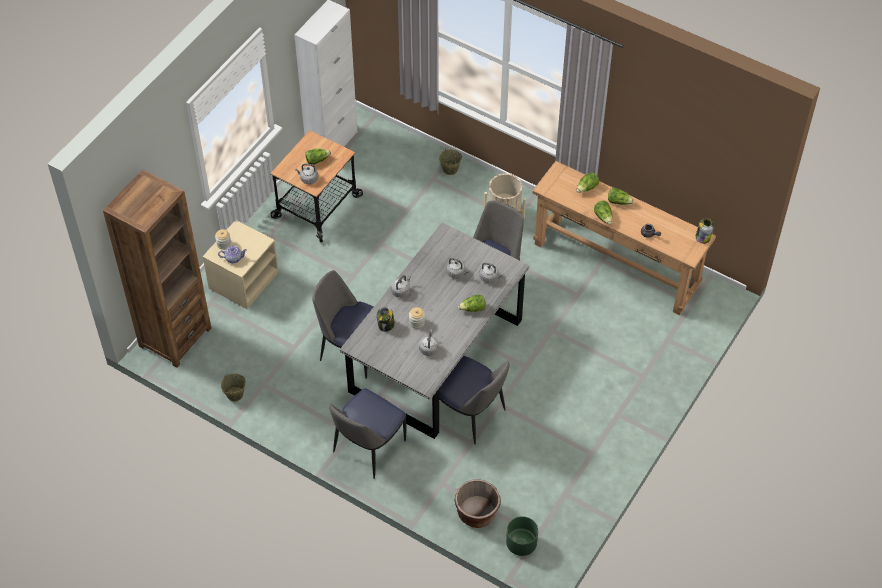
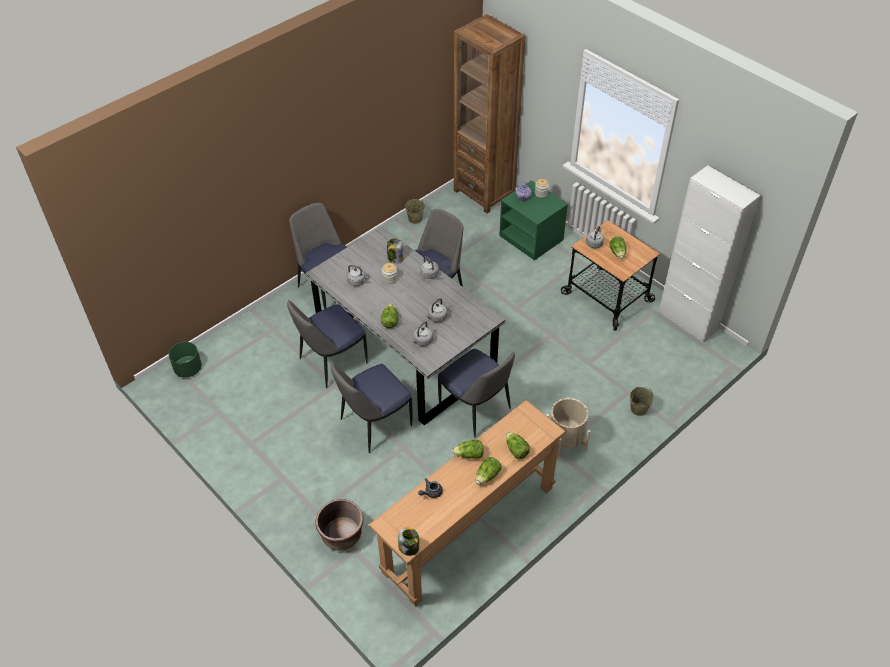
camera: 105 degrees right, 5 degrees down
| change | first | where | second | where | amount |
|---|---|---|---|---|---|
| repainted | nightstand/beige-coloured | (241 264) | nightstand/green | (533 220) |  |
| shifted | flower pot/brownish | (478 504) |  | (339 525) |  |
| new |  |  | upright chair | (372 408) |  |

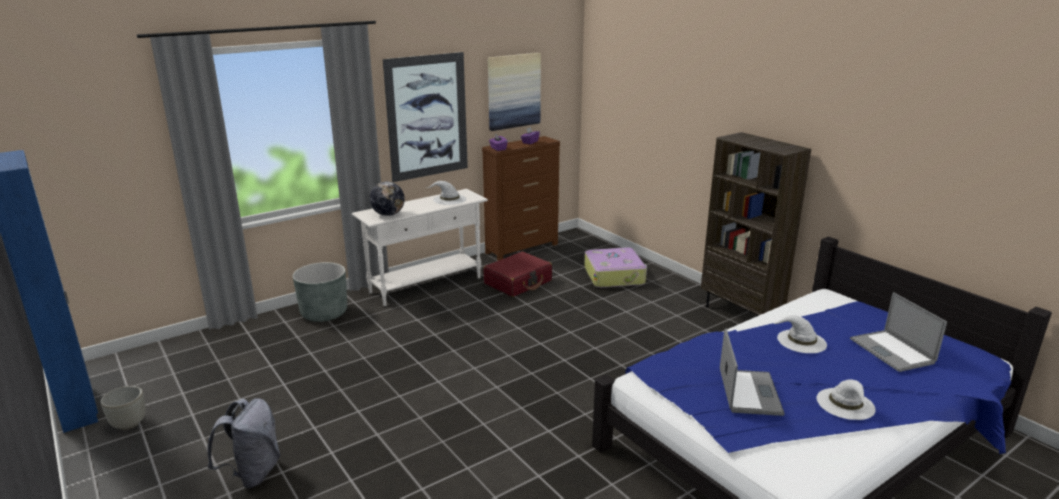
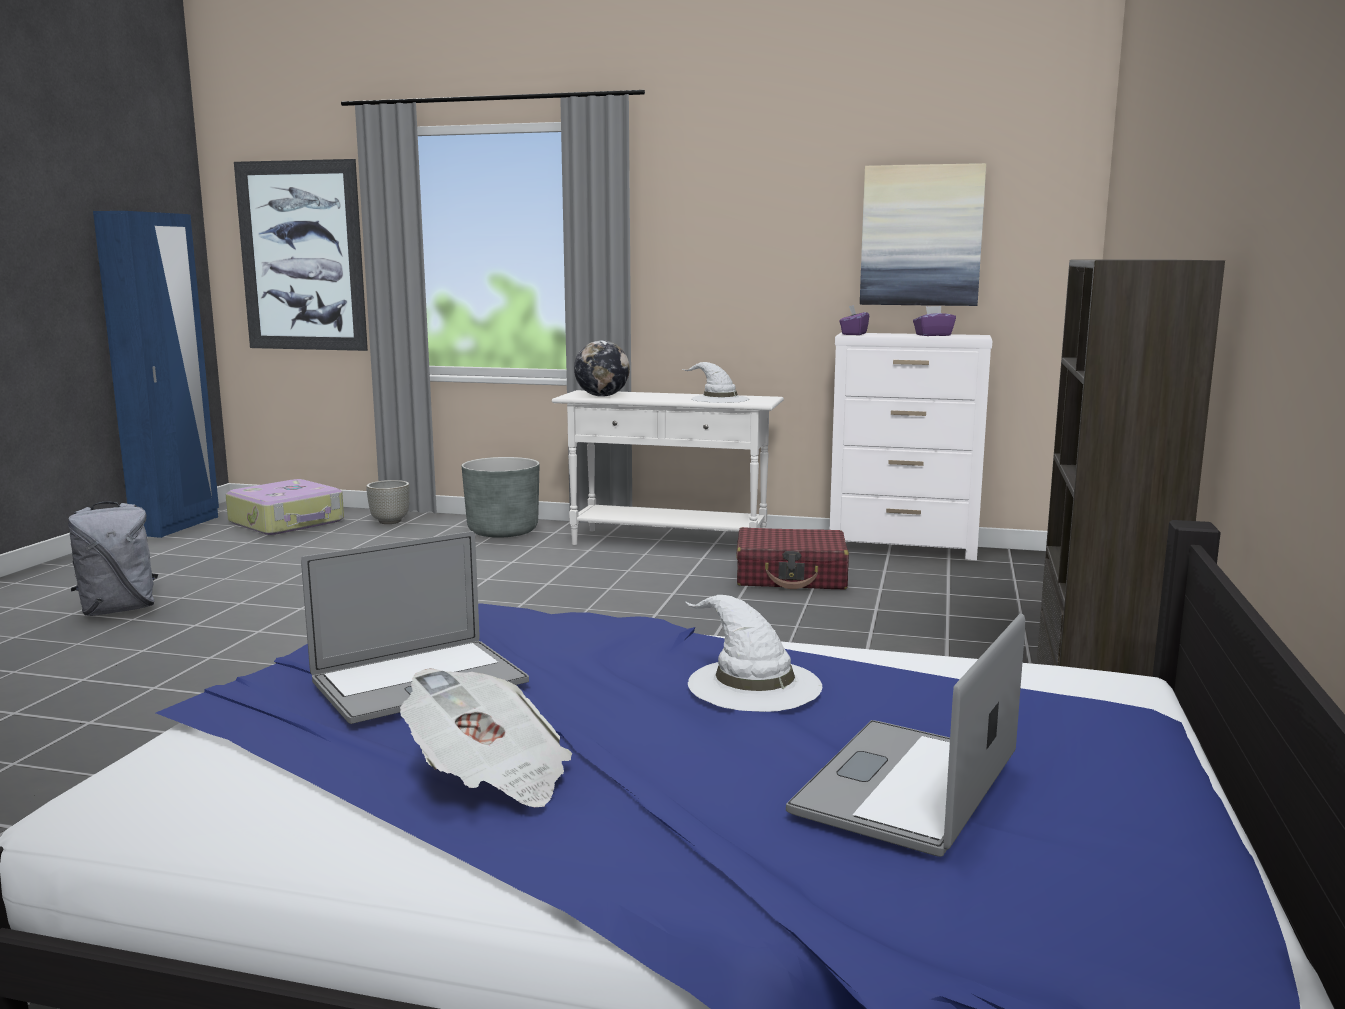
camera: 50 degrees right, 10 degrees down
| change | first | where | second | where | amount |
|---|---|---|---|---|---|
| shifted | flower pot/greyish | (123 408) |  | (388 502) |  |
| shifted | wall picture | (425 117) |  | (301 255) |  |
| repainted | dresser/brownish | (521 198) | dresser/whitish | (911 446) |  |
| shifted | travel case | (615 267) |  | (285 507) |  |
| swapped | clothing hat/whitish | (846 399) | daily paper | (486 737) |  |

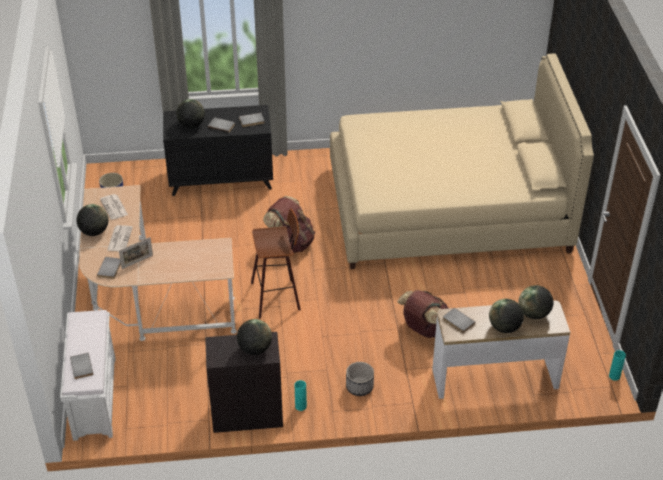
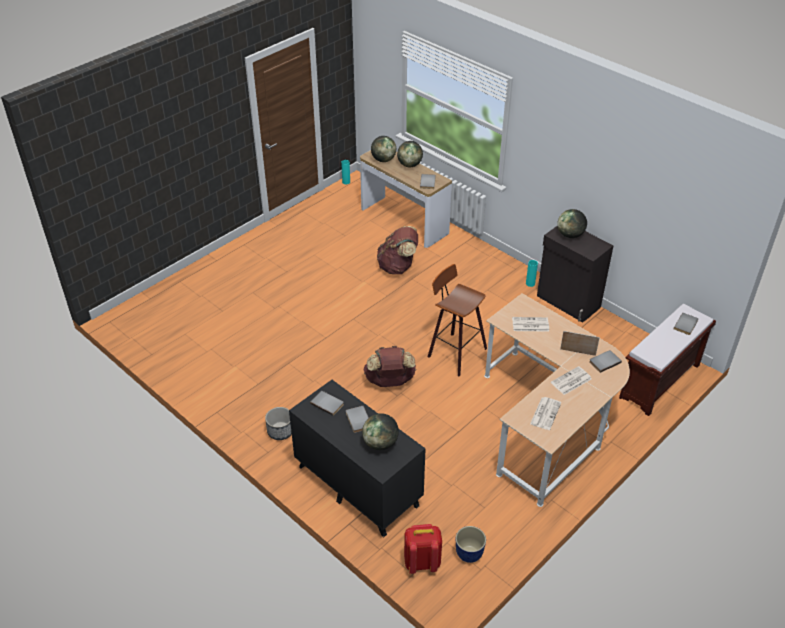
camera: 130 degrees left, 0 degrees up
| change | first | where | second | where | amount |
|---|---|---|---|---|---|
| repainted | indoor bench/whitish | (88 375) | indoor bench/brownish | (667 360) |  |
| gone | desk globe | (92 220) |  |  |  |
| gone | bed/beige-coloured | (462 161) |  |  |  |
| shifted | flower pot | (360 379) |  | (278 423) |  |
| new |  |  | backpack/red-coloured | (423 549) |  |
| new |  |  | daily paper | (530 324) |  |

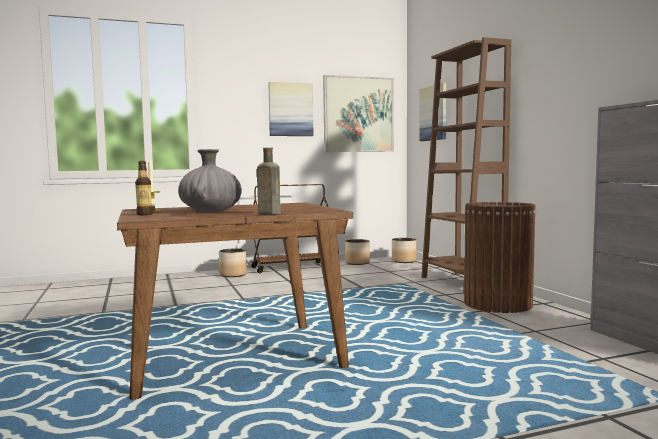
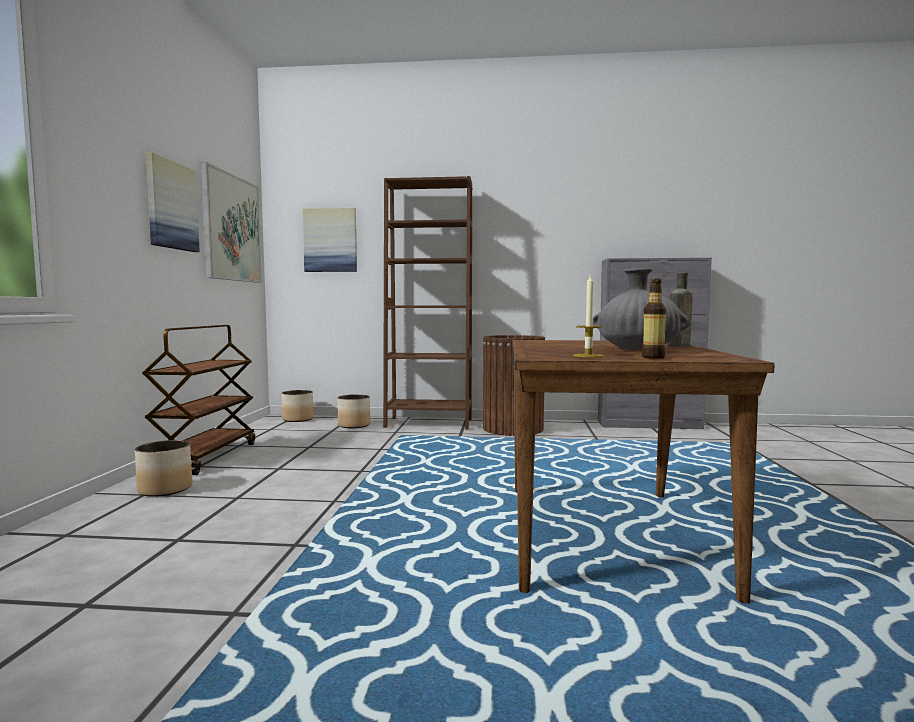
camera: 65 degrees left, 0 degrees up
| change | first | where | second | where | amount |
|---|---|---|---|---|---|
| shifted | flower pot | (357 252) |  | (354 411) |  |

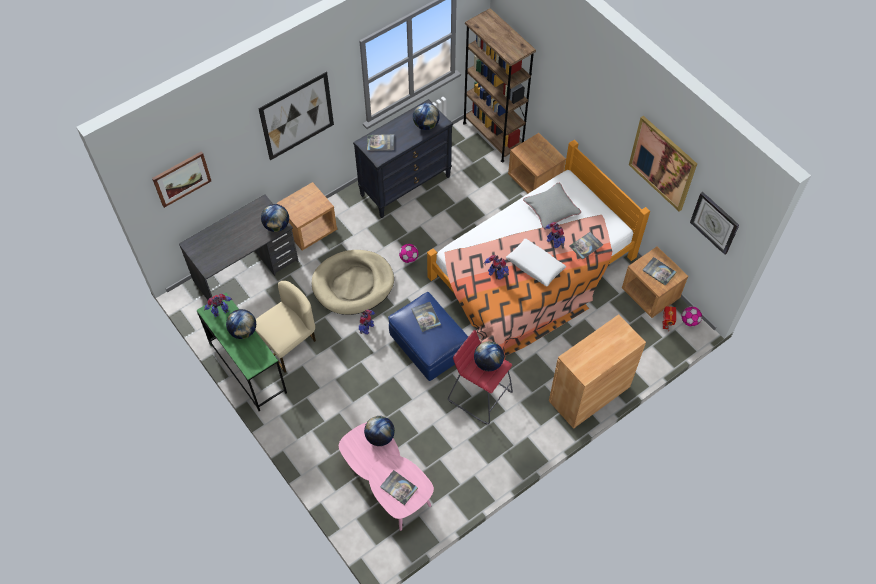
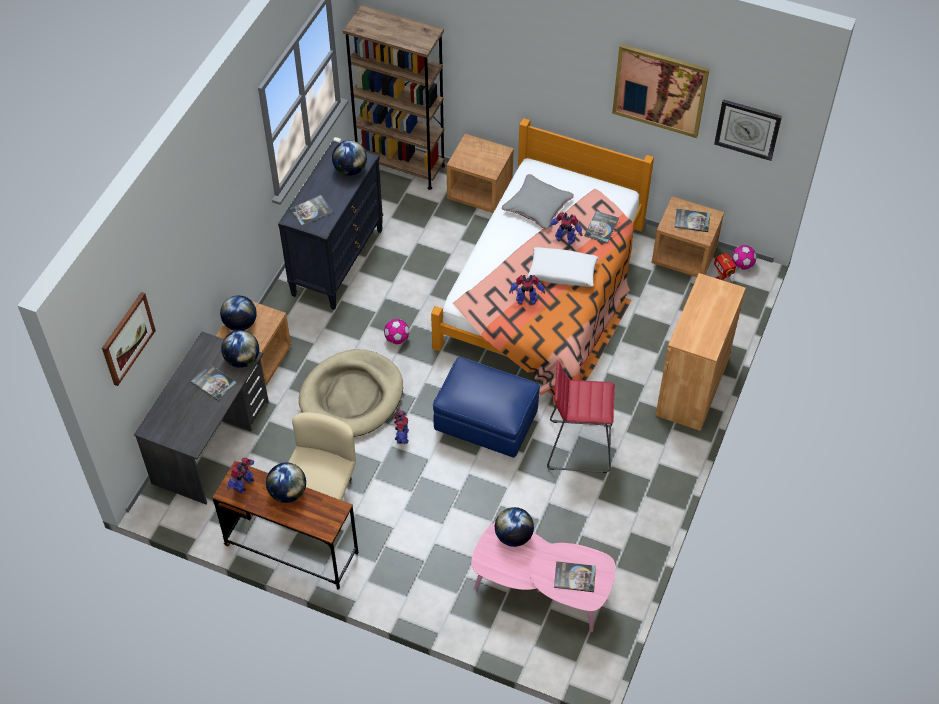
camera: 30 degrees left, 5 degrees down
| change | first | where | second | where | amount |
|---|---|---|---|---|---|
| repainted | desk table/green | (242 352) | desk table/brownish | (285 525) |  |
| gone | wall picture | (296 116) |  |  |  |
| shifted | book | (426 317) |  | (214 382) |  |
| shifted | desk globe | (489 356) |  | (238 313) |  |

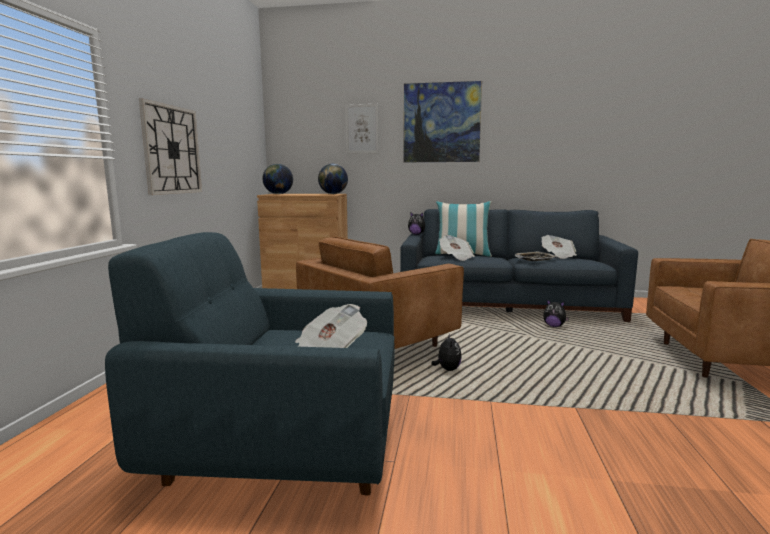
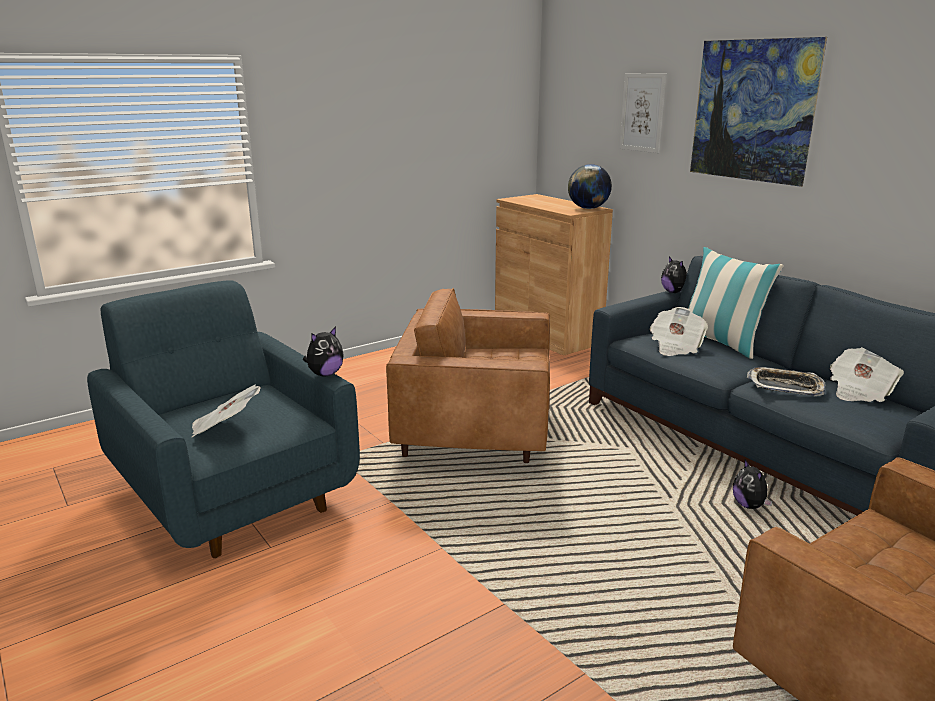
camera: 45 degrees right, 10 degrees up
| change | first | where | second | where | amount |
|---|---|---|---|---|---|
| gone | wall clock | (170 146) |  |  |  |
| gone | desk globe | (278 179) |  |  |  |
| shifted | cuddly toy | (446 352) |  | (323 352) |  |

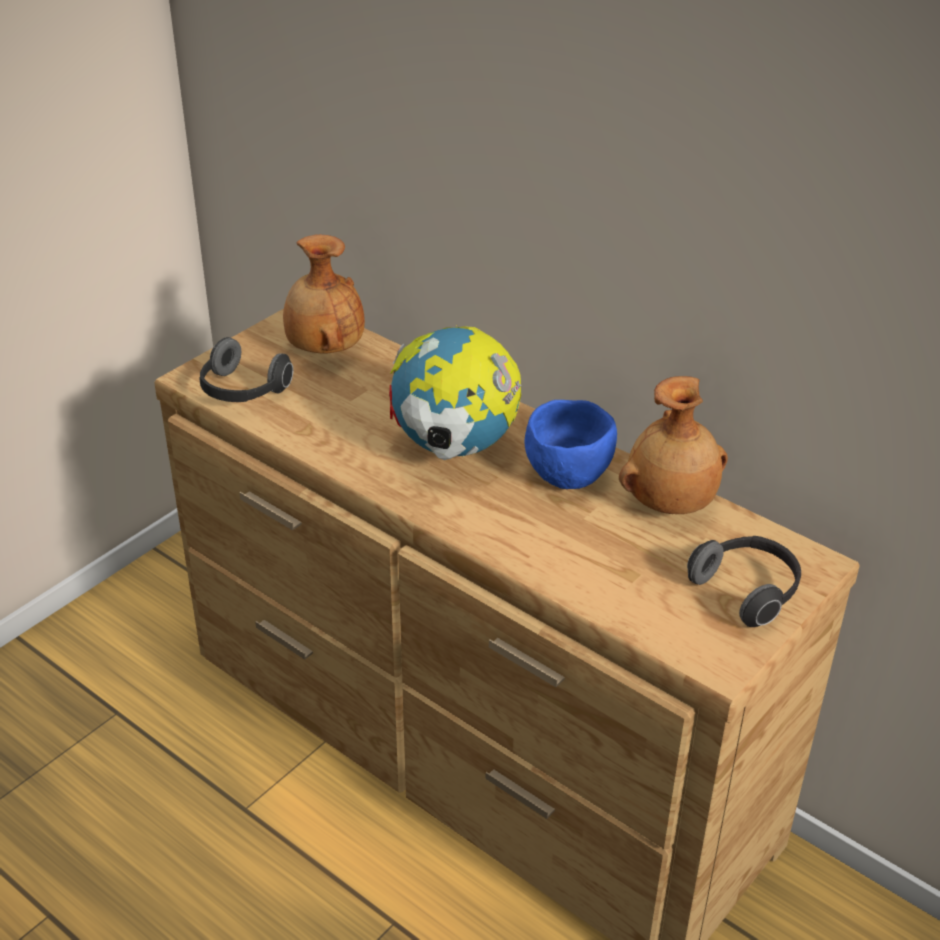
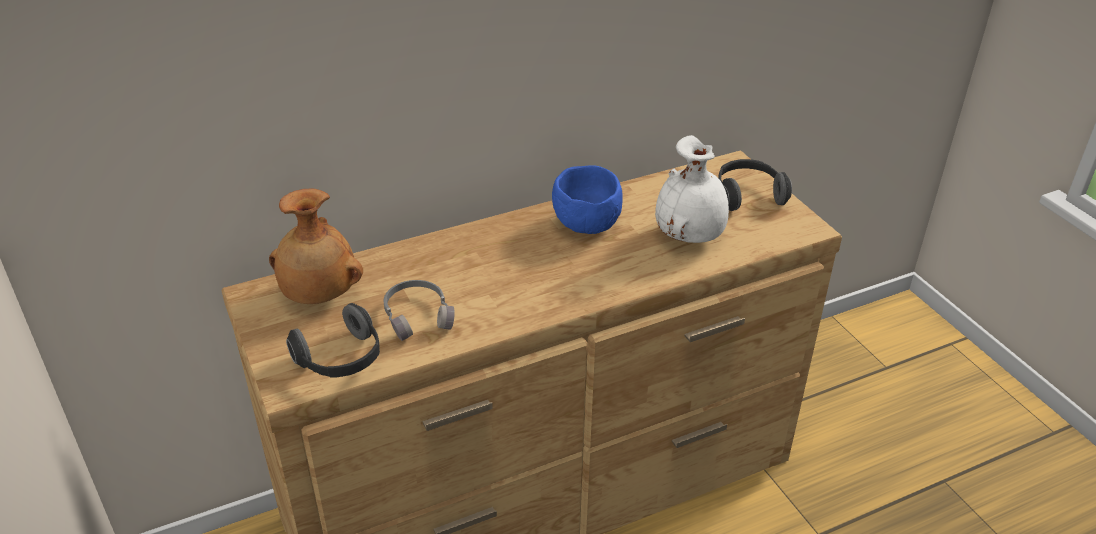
camera: 65 degrees left, 0 degrees up
| change | first | where | second | where | amount |
|---|---|---|---|---|---|
| gone | desk globe | (455 393) |  |  |  |
| gone | decorative vase/brownish | (673 445) |  |  |  |
| new |  |  | headphones/greyish | (419 310) |  |
| new |  |  | decorative vase/whitish | (692 189) |  |

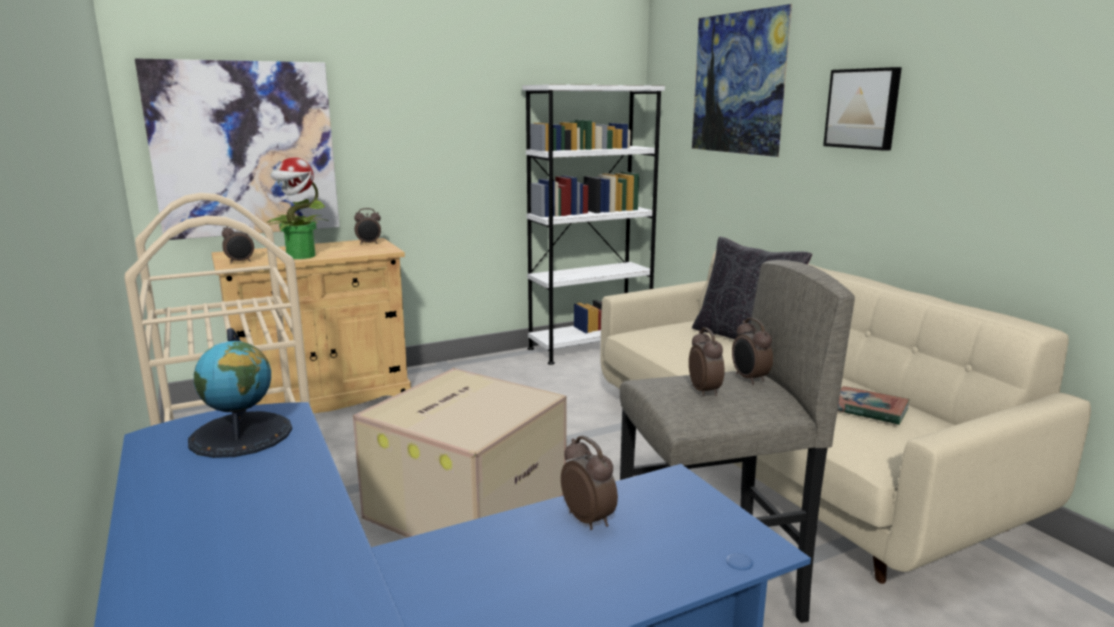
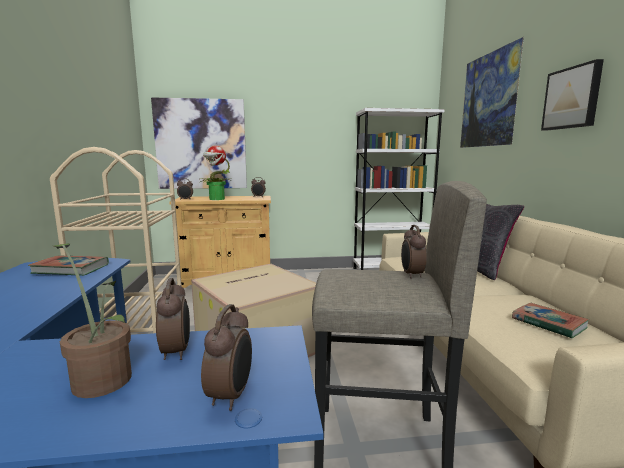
camera: 20 degrees right, 5 degrees down
| change | first | where | second | where | amount |
|---|---|---|---|---|---|
| swapped | desk globe | (240 393) | book | (68 265) |  |
| shifted | alarm clock | (707 361) |  | (226 357) |  |
| new |  |  | potted plant | (93 320) |  |

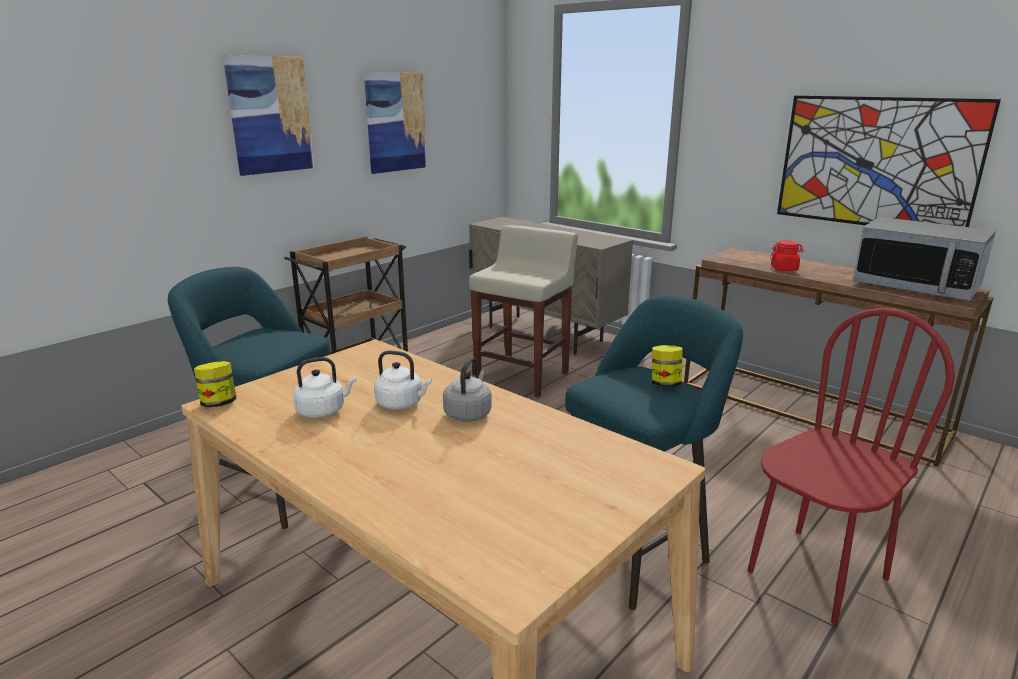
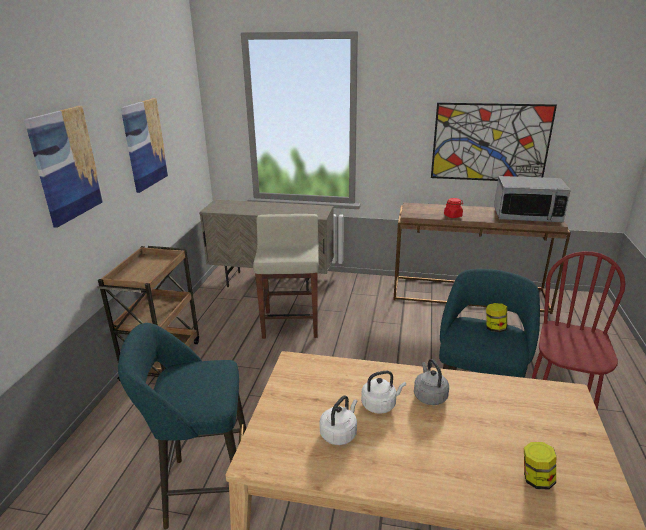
camera: 30 degrees left, 5 degrees up
| change | first | where | second | where | amount |
|---|---|---|---|---|---|
| shifted | storage jar | (215 384) |  | (540 465) |  |

